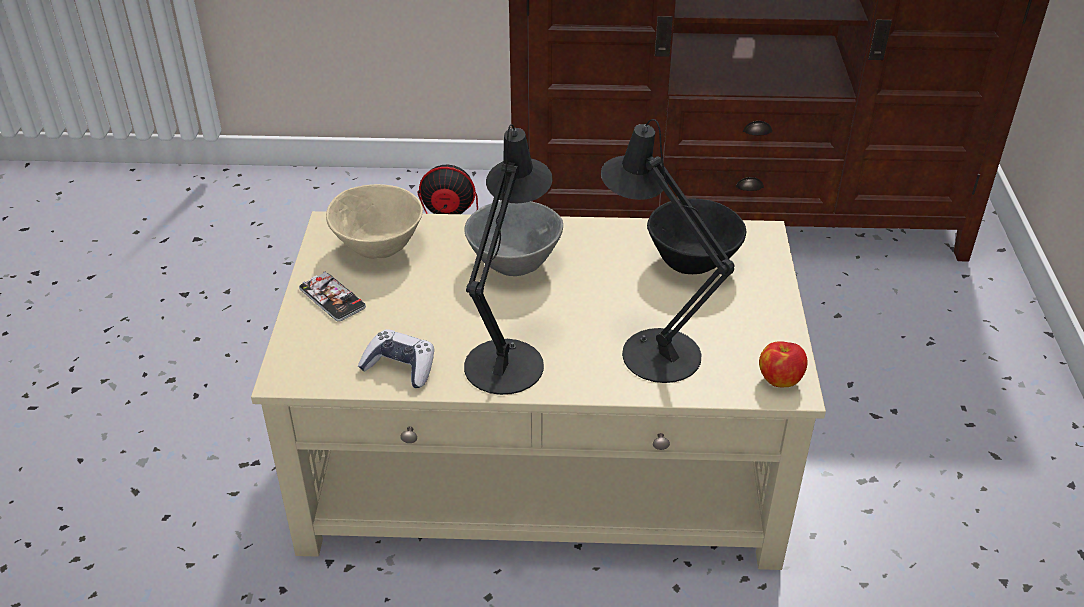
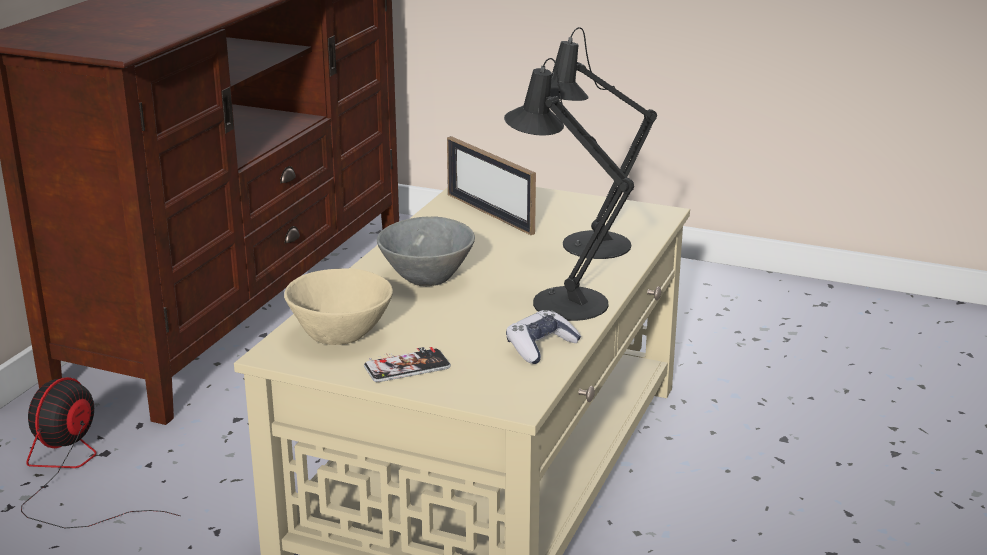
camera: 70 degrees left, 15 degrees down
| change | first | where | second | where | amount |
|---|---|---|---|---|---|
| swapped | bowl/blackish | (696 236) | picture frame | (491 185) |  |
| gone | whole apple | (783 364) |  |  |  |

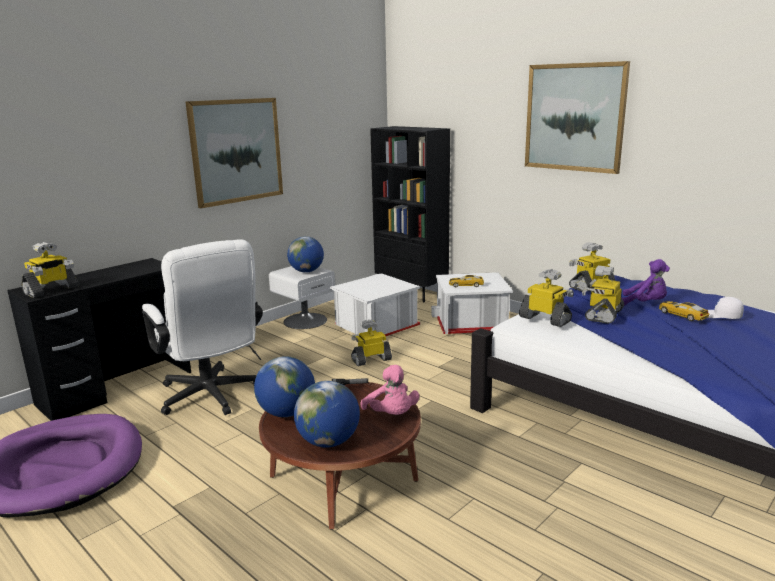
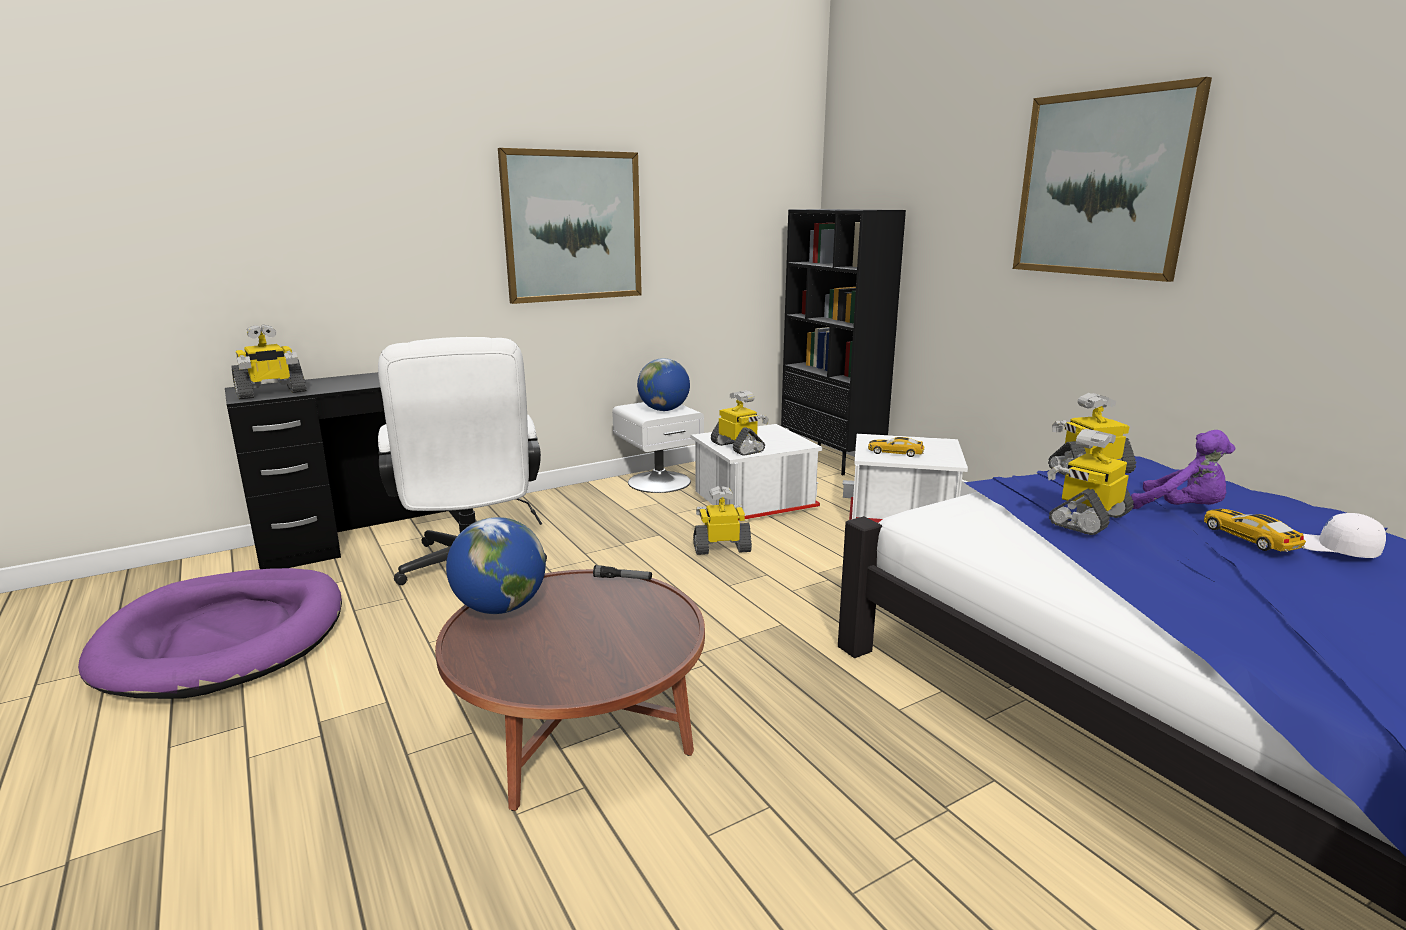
camera: 15 degrees right, 0 degrees up
| change | first | where | second | where | amount |
|---|---|---|---|---|---|
| gone | desk globe | (327 414) |  |  |  |
| gone | cuddly toy/pink-coloured | (389 390) |  |  |  |
| shifted | model robot | (546 298) |  | (740 423) |  |

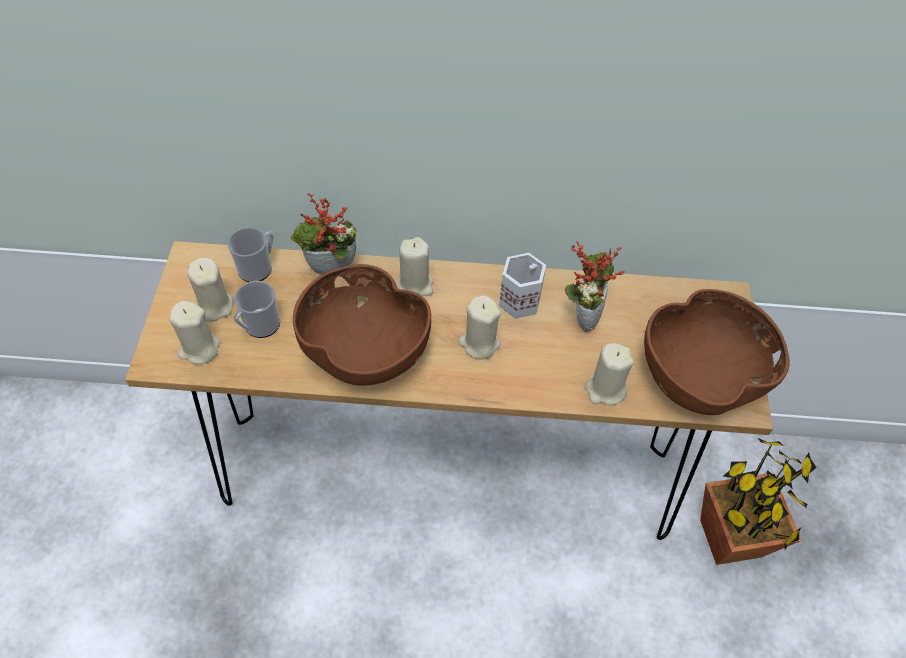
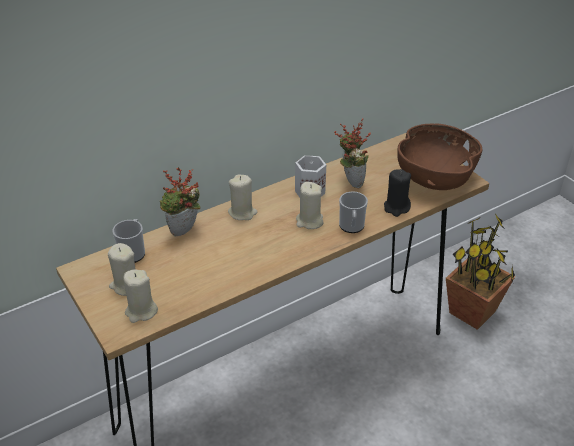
camera: 35 degrees left, 15 degrees down
| change | first | where | second | where | amount |
|---|---|---|---|---|---|
| shifted | coffee mug | (257 309) |  | (353 212) |  |
| gone | bowl/brownish | (362 325) |  |  |  |
| repainted | wax light/beige-coloured | (609 374) | wax light/blackish | (397 193) |  |

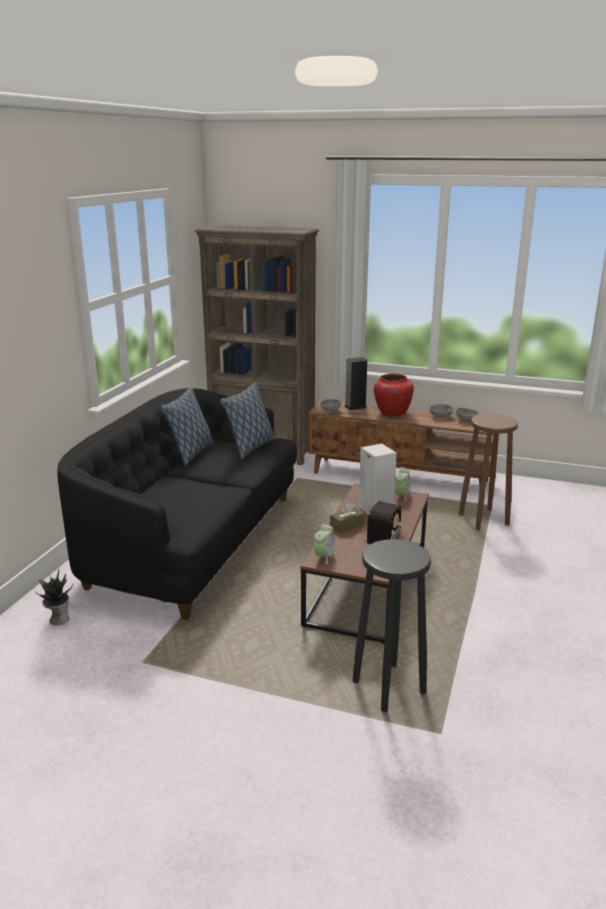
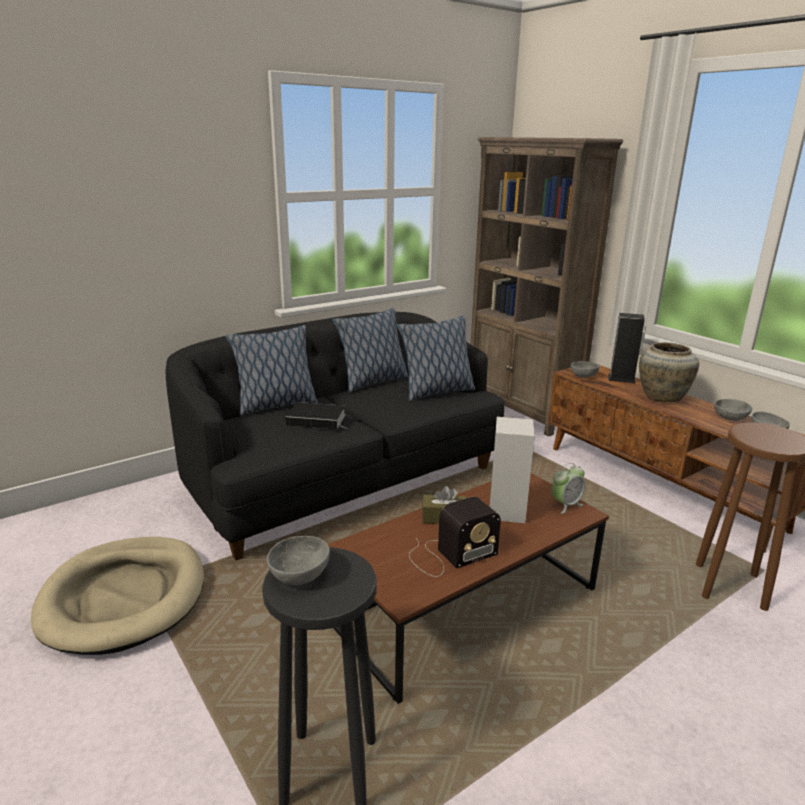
camera: 35 degrees right, 0 degrees up
| change | first | where | second | where | amount |
|---|---|---|---|---|---|
| gone | potted plant | (54 597) |  |  |  |
| gone | alarm clock | (324 544) |  |  |  |
| repainted | decorative vase/red-coloured | (394 395) | decorative vase/beige-coloured | (669 372) |  |
| new |  |  | pet bed/beige-coloured | (117 596) |  |
| new |  |  | cushion | (271 370) |  |
| new |  |  | bowl/greyish | (298 560) |  |
| new |  |  | book | (316 415) |  |

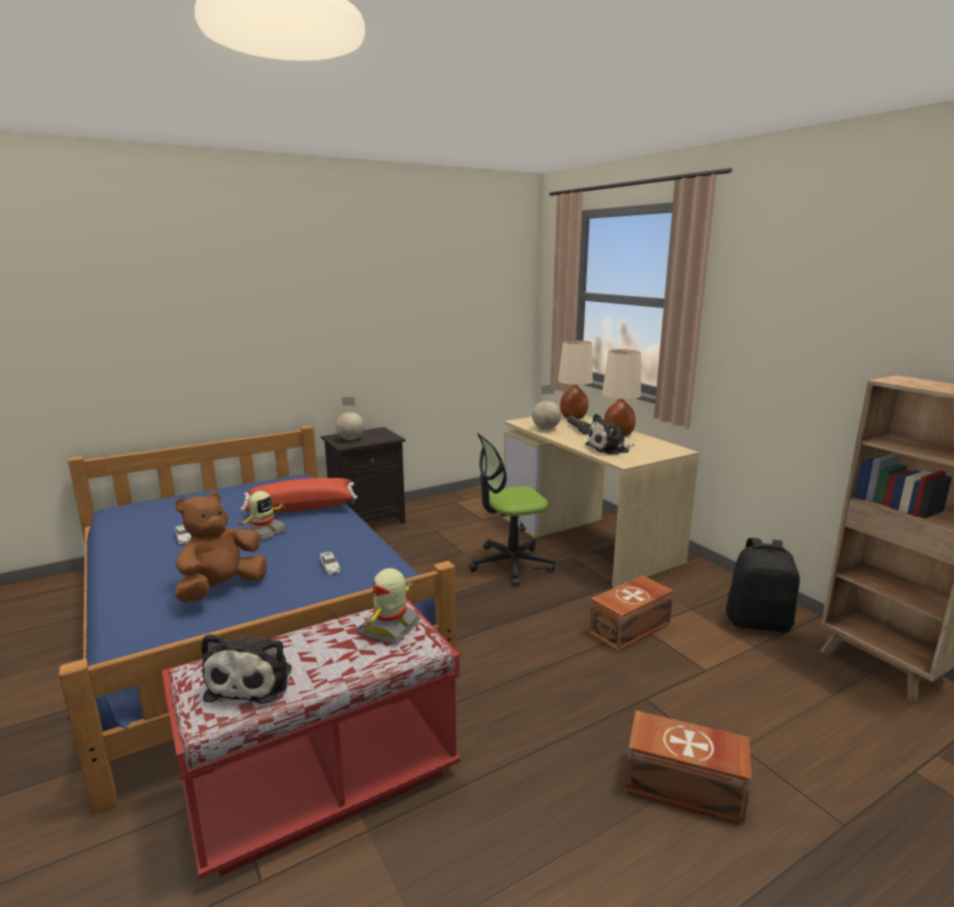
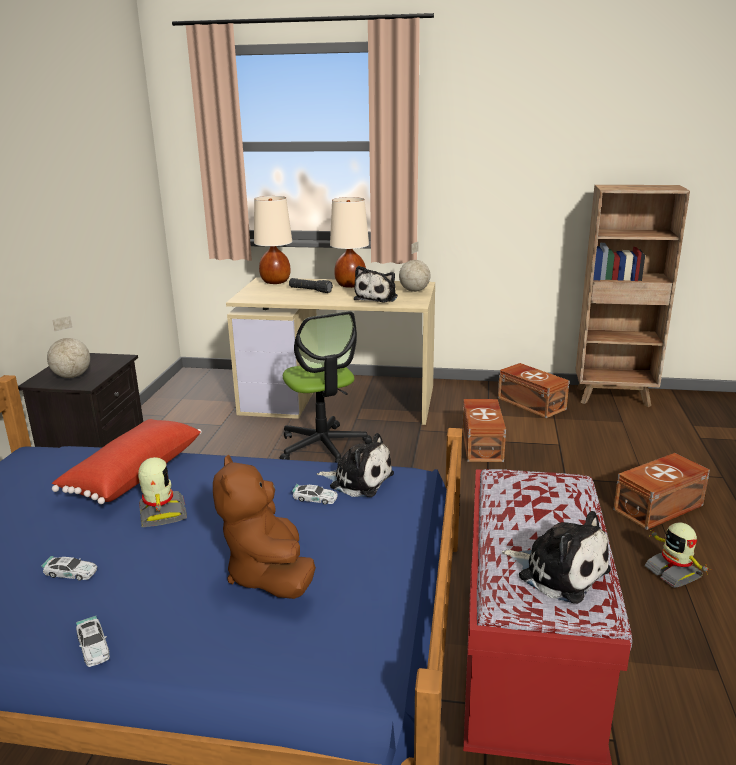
camera: 50 degrees left, 5 degrees up
| change | first | where | second | where | amount |
|---|---|---|---|---|---|
| shifted | model robot | (388 606) |  | (676 555) |  |
| rotated | office chair | (512 509) |  | (326 387) | 45 degrees counterclockwise |
| shifted | desk globe | (546 407) |  | (414 266) |  |
| swapped | backpack/blackish | (763 585) | storage box/brownish | (533 390) |  |
| new |  |  | miniature car | (93 641) |  |
| new |  |  | cuddly toy | (355 465) |  |

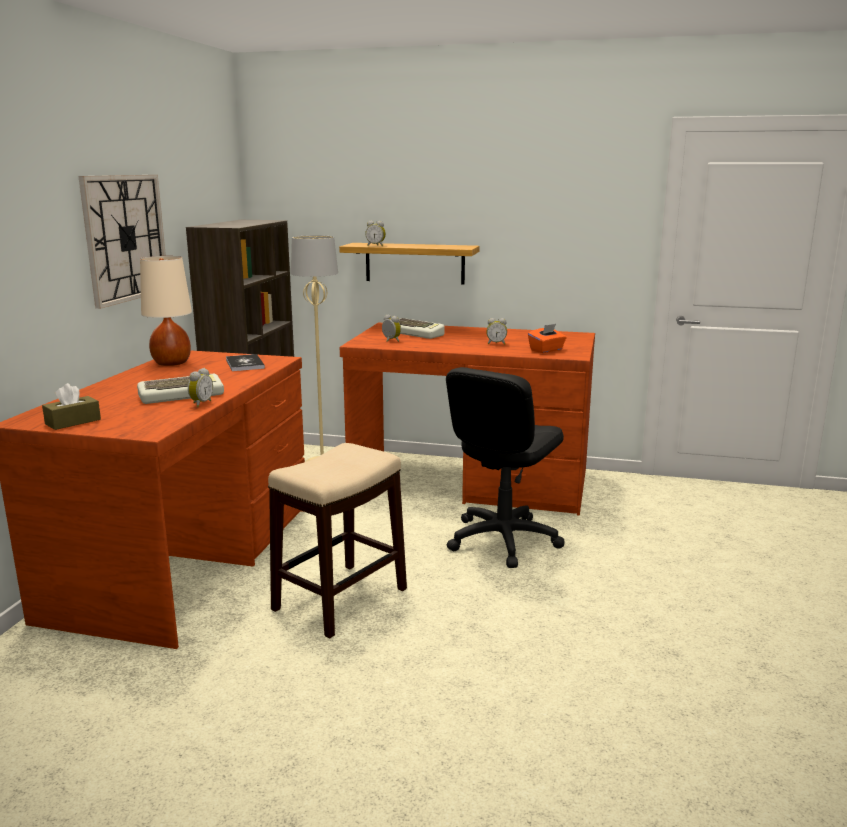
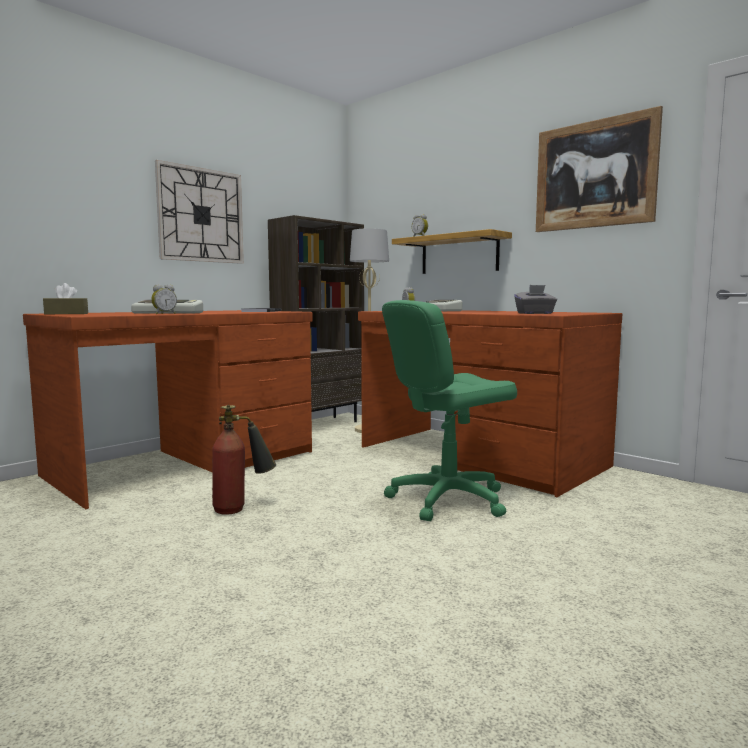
camera: 30 degrees right, 10 degrees down
| change | first | where | second | where | amount |
|---|---|---|---|---|---|
| gone | lamp for a table/beige-coloured | (166 311) |  |  |  |
| swapped | sitting stool | (337 540) | extinguisher | (244 459) |  |
| repainted | office chair/blackish | (505 467) | office chair/green | (449 410) |  |
| gone | alarm clock | (497 331) |  |  |  |
| repainted | tissue box/orange-coloured | (547 338) | tissue box/greyish | (535 299) |  |
| new |  |  | wall picture | (599 169) |  |

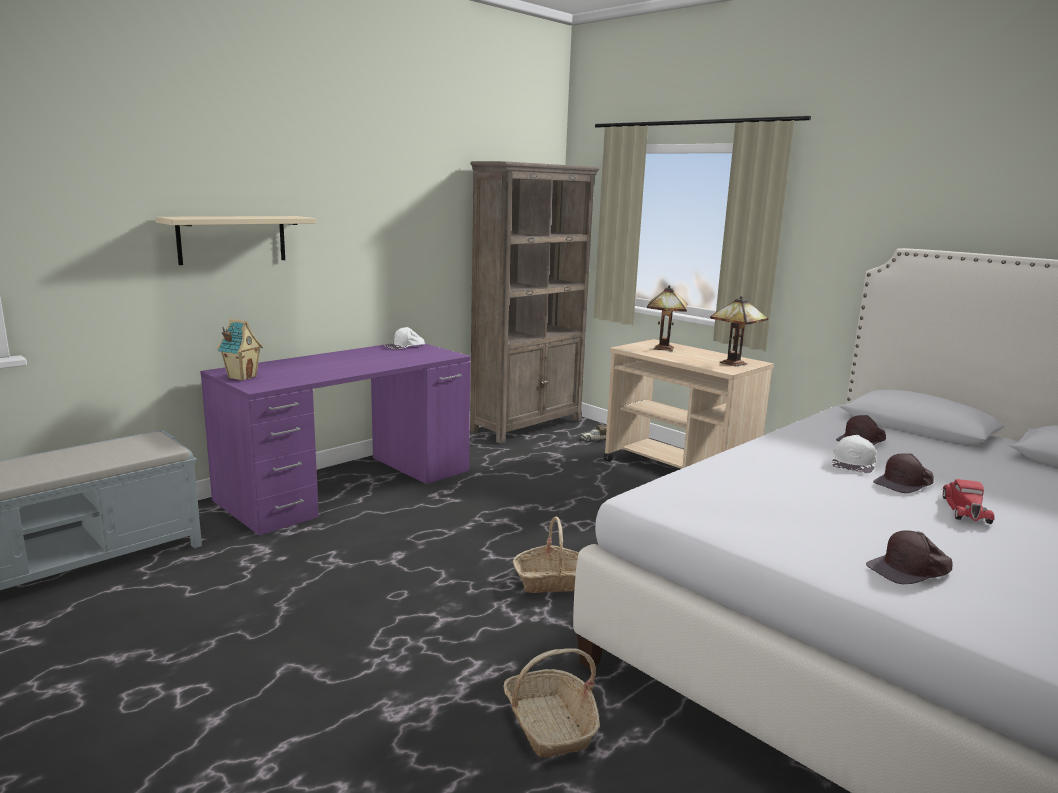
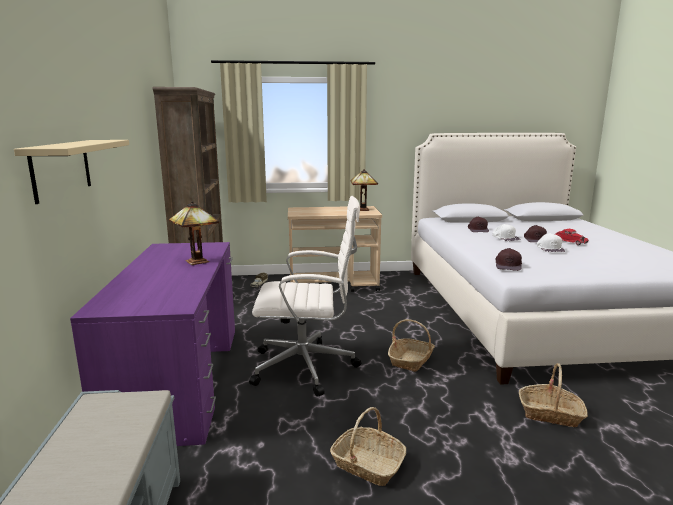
camera: 50 degrees left, 0 degrees up
| change | first | where | second | where | amount |
|---|---|---|---|---|---|
| gone | toy house | (240 350) |  |  |  |
| shifted | peaked cap/whitish | (405 338) |  | (551 242) |  |
| shifted | lamp for a table | (667 318) |  | (194 233) |  |
| shifted | peaked cap/brownish | (909 557) |  | (508 259) |  |
| new |  |  | office chair/whitish | (305 296) |  |
| new |  |  | storage basket | (368 446) |  |

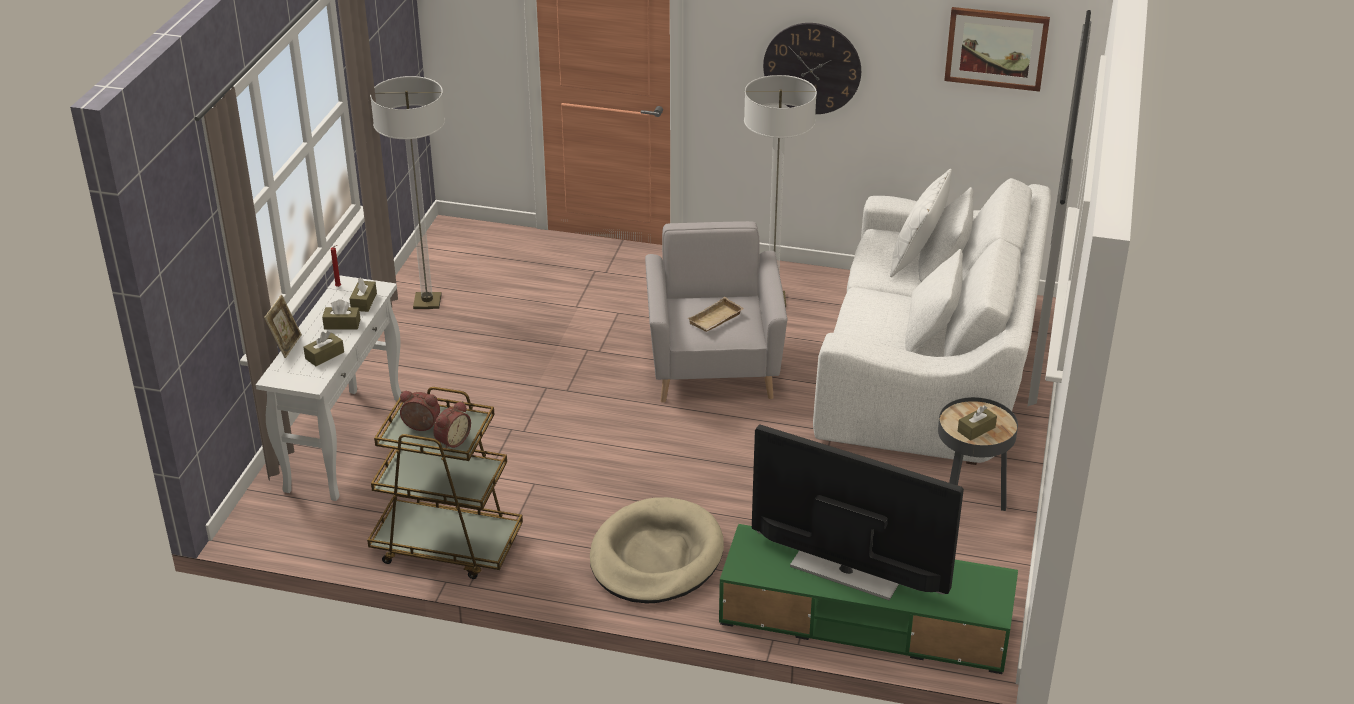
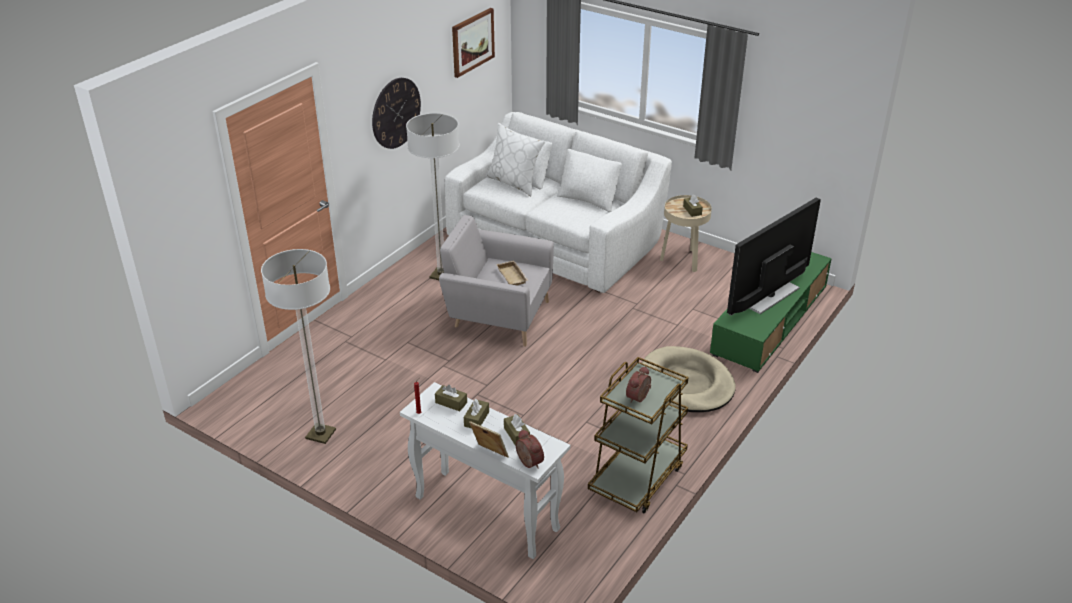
camera: 70 degrees left, 0 degrees up
| change | first | where | second | where | amount |
|---|---|---|---|---|---|
| shifted | alarm clock | (452 424) |  | (530 448) |  |
| repainted | accent table/blackish | (978 454) | accent table/beige-coloured | (686 233) |  |

